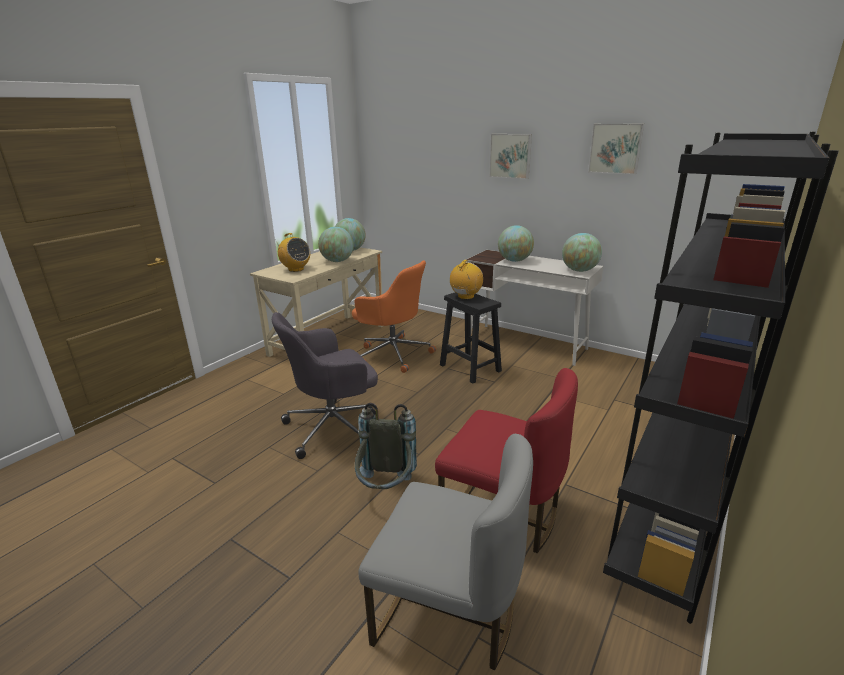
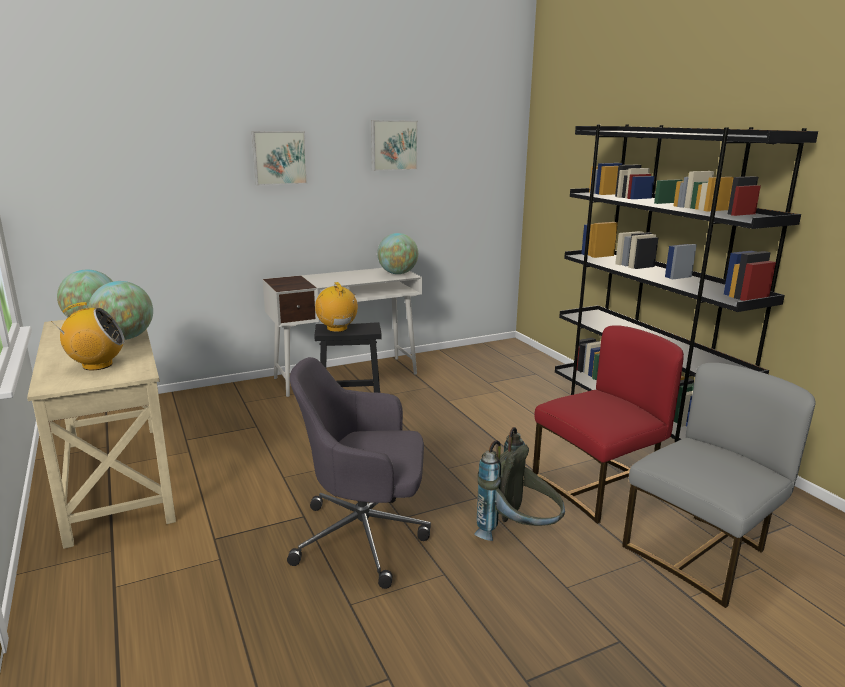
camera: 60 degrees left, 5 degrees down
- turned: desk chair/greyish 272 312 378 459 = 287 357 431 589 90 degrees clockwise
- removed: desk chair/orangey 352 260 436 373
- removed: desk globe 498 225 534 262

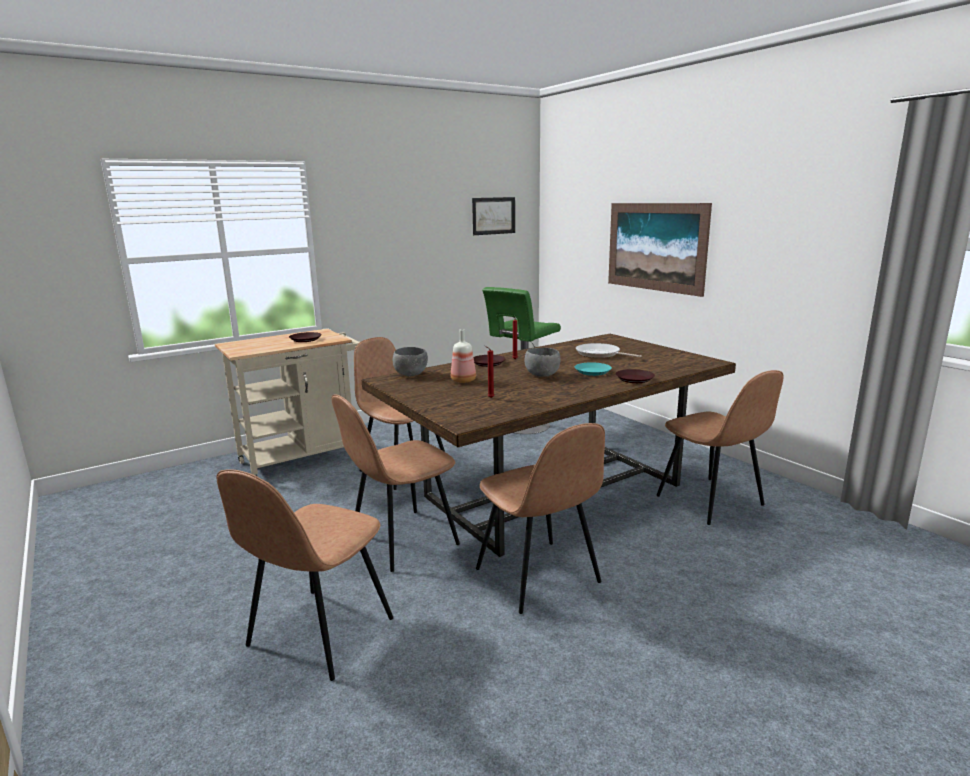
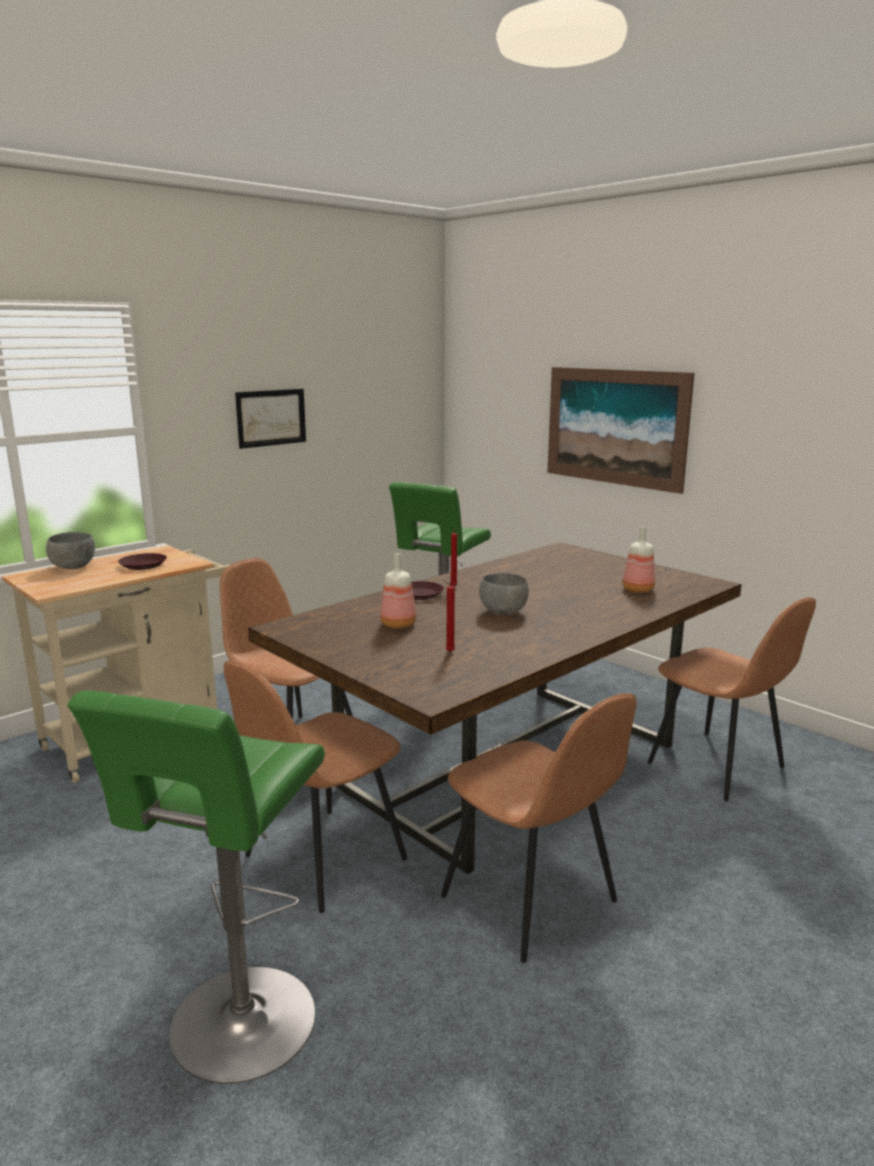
camera: 10 degrees left, 0 degrees up
- moved: serving bowl/greyish 393 347 428 376 to 46 532 95 569
- replaced: upright chair/brownish 216 469 393 681 to stool/green-coloured 67 690 325 1084
- moved: wall picture 472 197 515 235 to 235 389 306 449
- added: drink bottle 622 526 655 593
- removed: dinner plate/blue-green 575 362 612 376
- removed: skillet 576 343 642 358
- removed: dinner plate/brownish 615 369 655 383

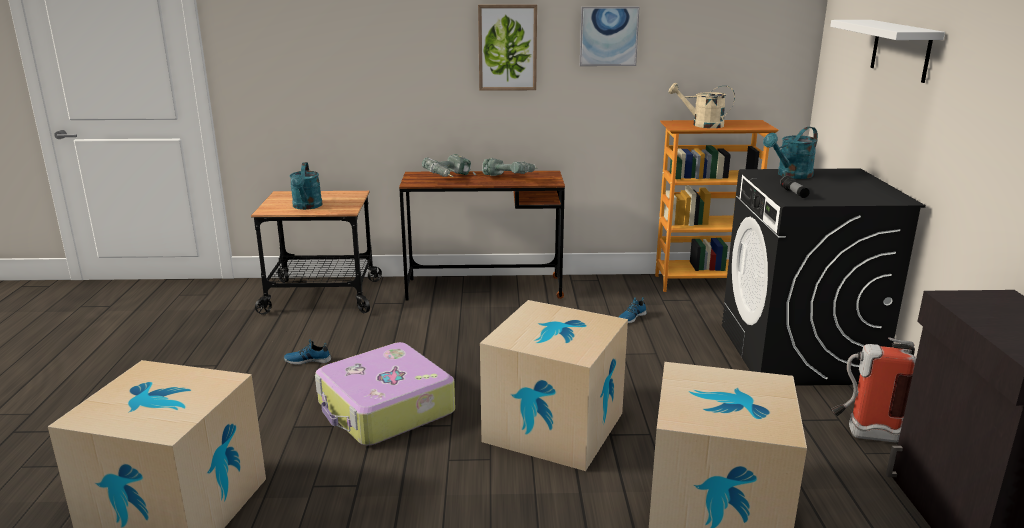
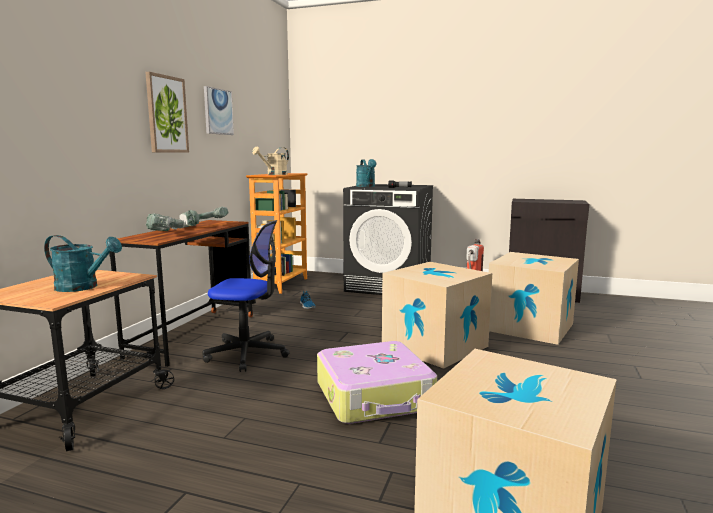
camera: 70 degrees left, 10 degrees down
- added: desk chair 203 220 290 372
- removed: low shoe 284 339 331 365
- removed: shelf/white 830 20 945 83

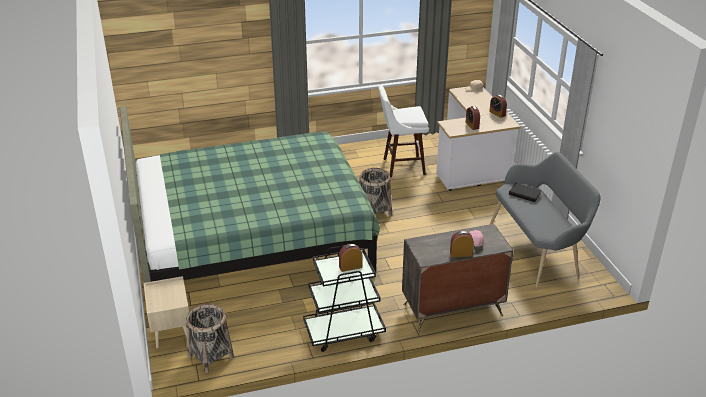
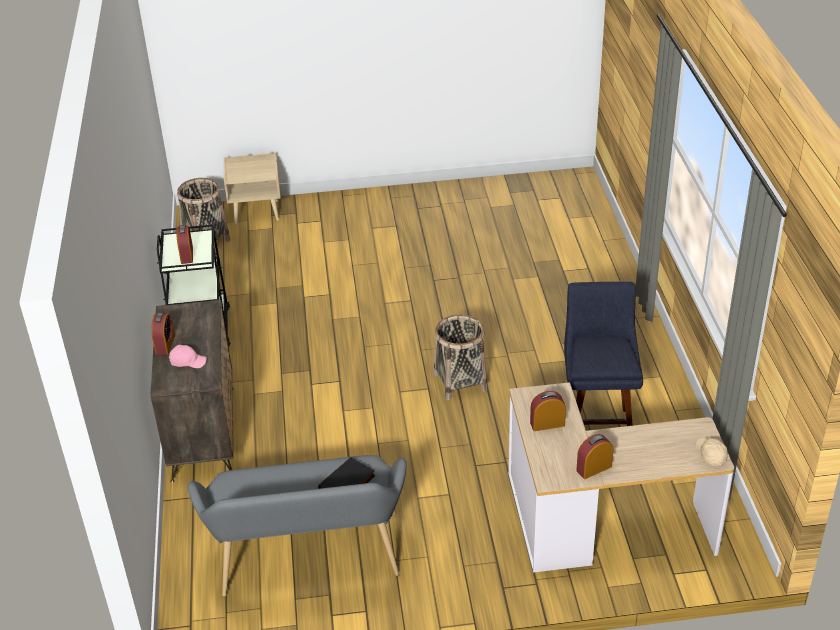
camera: 100 degrees right, 5 degrees up
- recoloured: stool/white 378 85 429 177 to stool/blue 564 282 643 426
- removed: bed/green-coloured 120 106 380 283

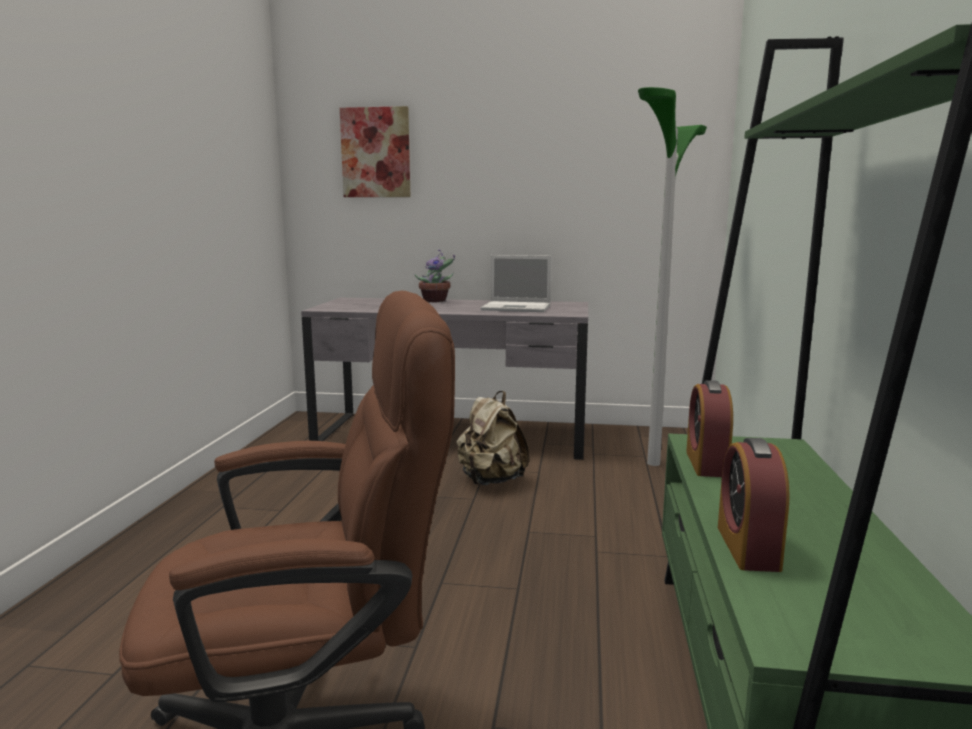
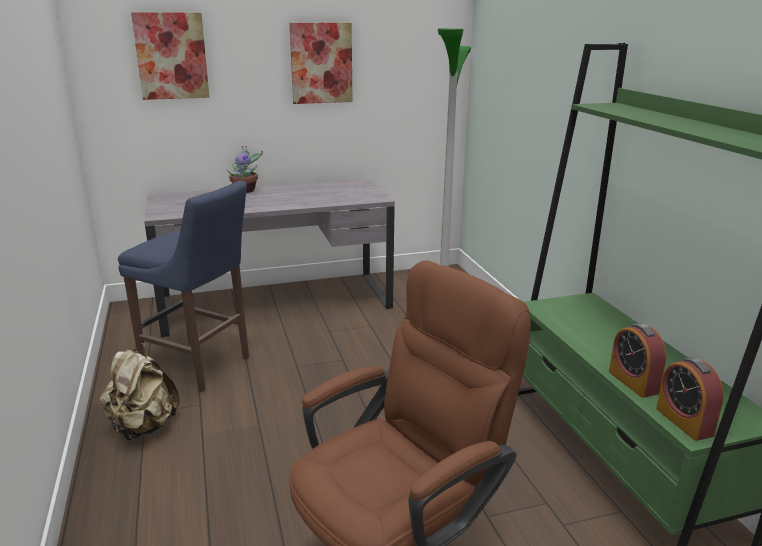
camera: 25 degrees left, 10 degrees up
- moved: backpack/beige 456 391 529 485 to 100 343 180 440
- added: stool/blue 118 181 249 392
- added: wall picture 289 23 353 104
- moved: bedside clock 686 380 733 477 to 656 357 724 441
- removed: notebook computer 481 255 552 312

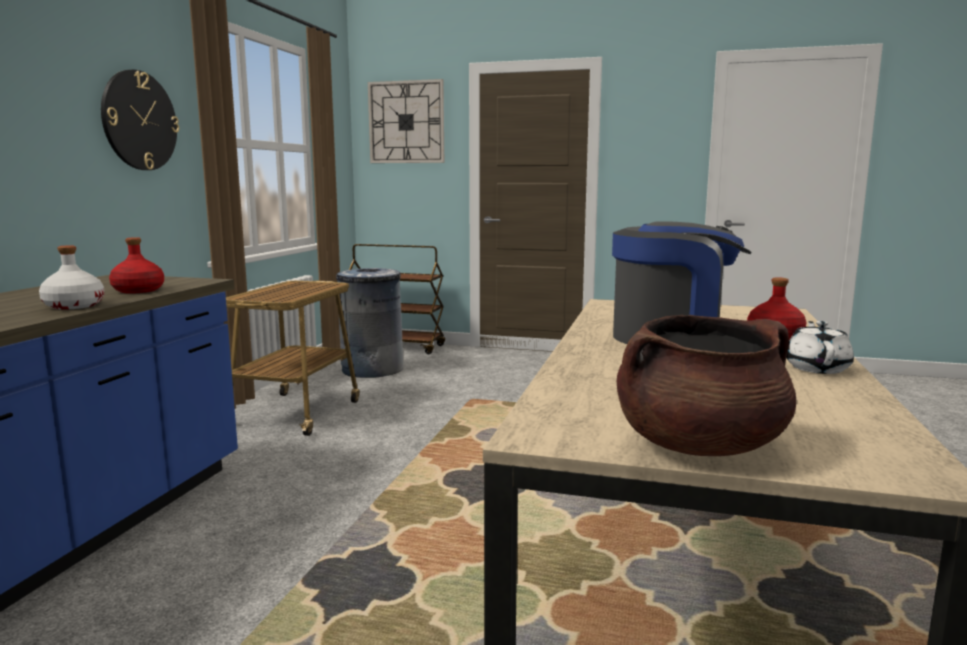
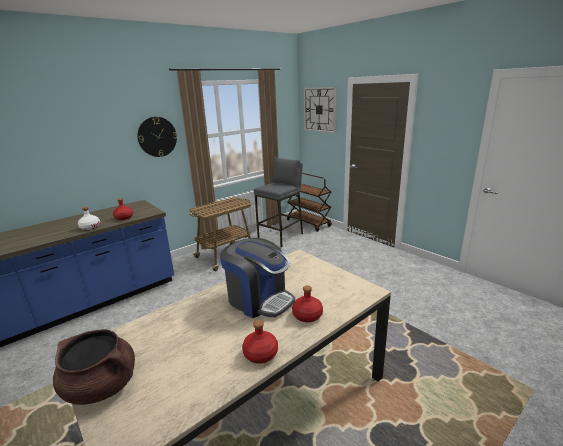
camera: 35 degrees right, 10 degrees up
- replaced: tea pot/white 786 321 854 374 to drink bottle/red 242 320 278 364
- replaced: rubbish bin/greyish 336 268 404 378 to stool/greyish 254 157 303 247

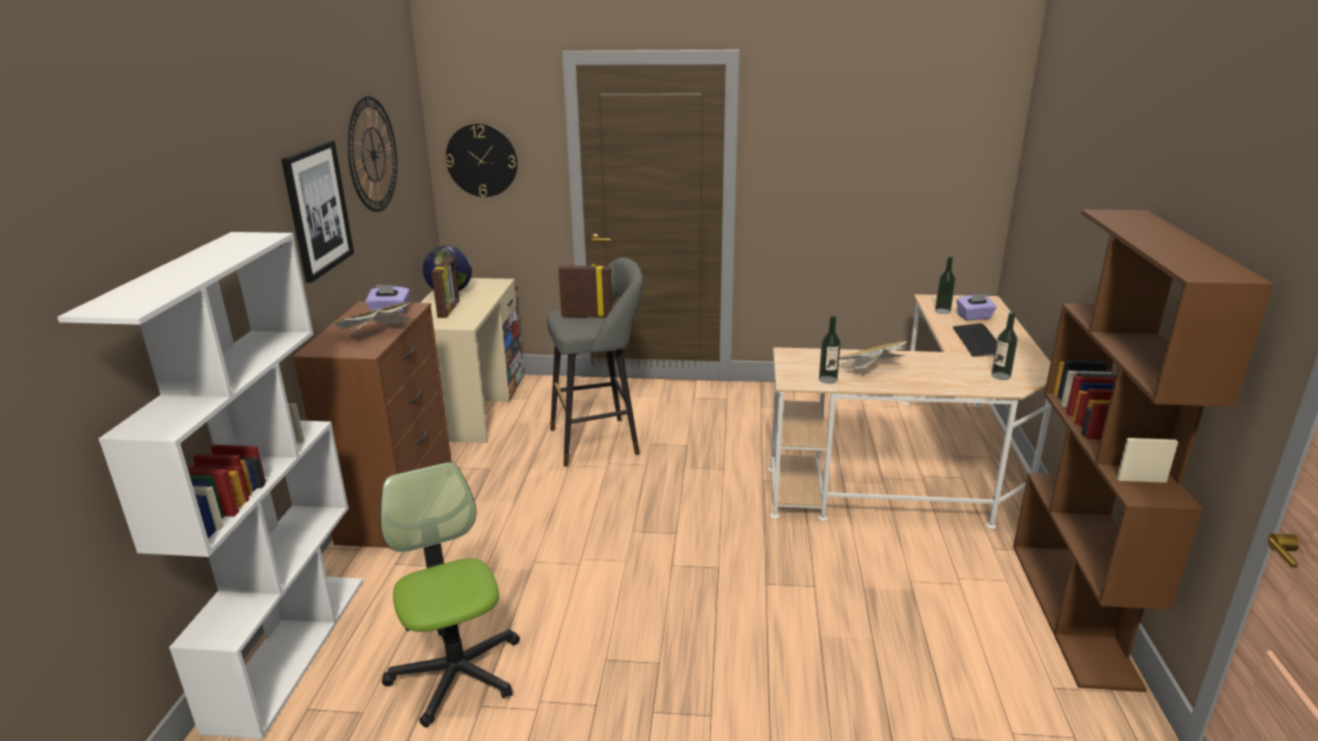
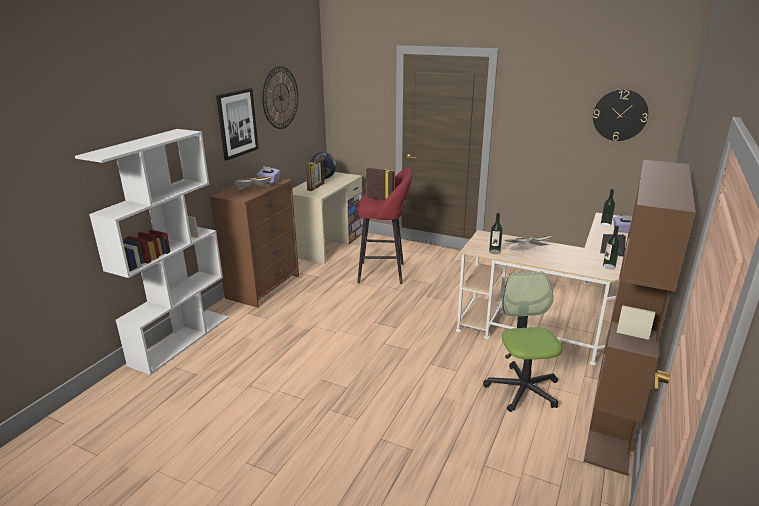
camera: 20 degrees right, 0 degrees up
- recoloured: stool/greyish 547 258 643 467 to stool/red 357 168 412 284
- moved: desk chair 380 462 520 728 to 483 272 562 412
- moved: hanging clock 446 123 518 197 to 593 89 648 141

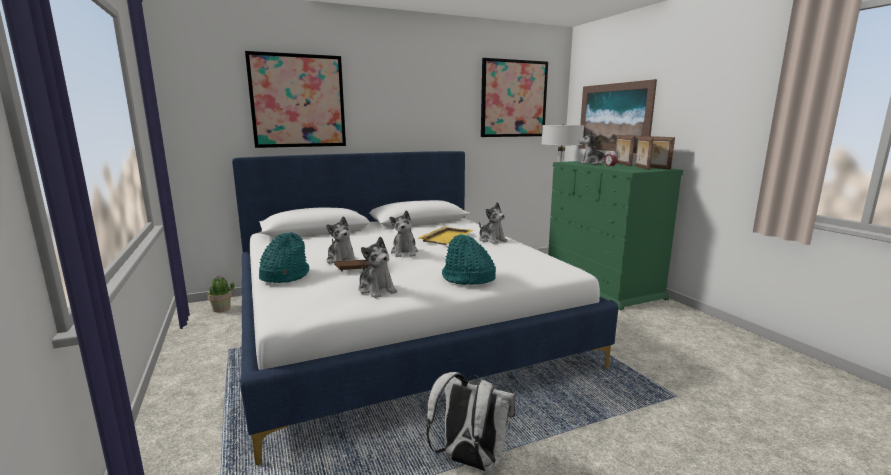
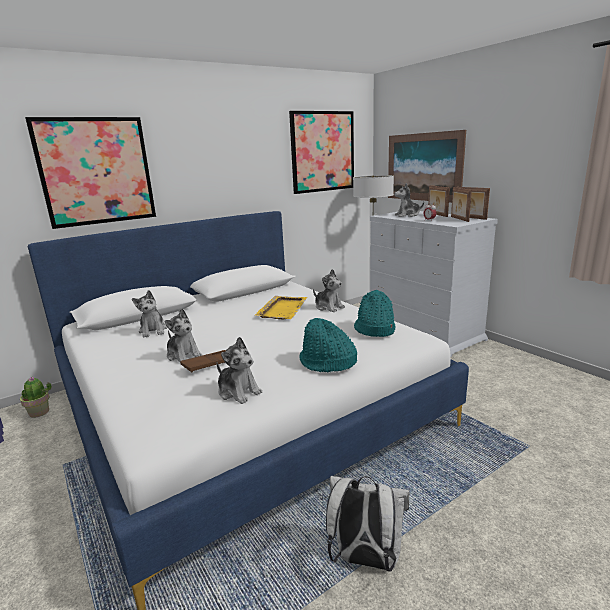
camera: 10 degrees left, 5 degrees up
- moved: cuddly toy 390 210 418 257 to 132 290 167 337
- moved: wearable hat/blue-green 259 232 309 283 to 354 290 396 337
- recoloured: dresser/green-coloured 548 161 683 310 to dresser/white 370 211 498 357

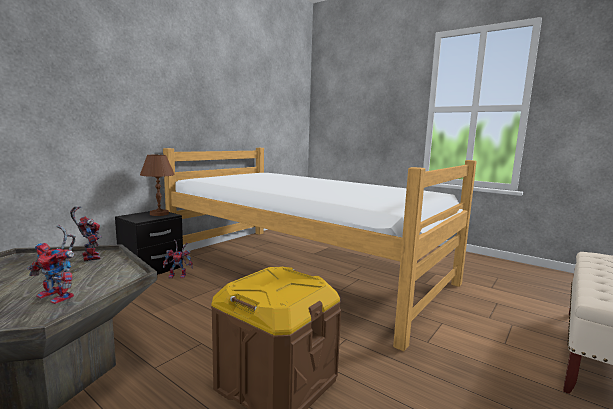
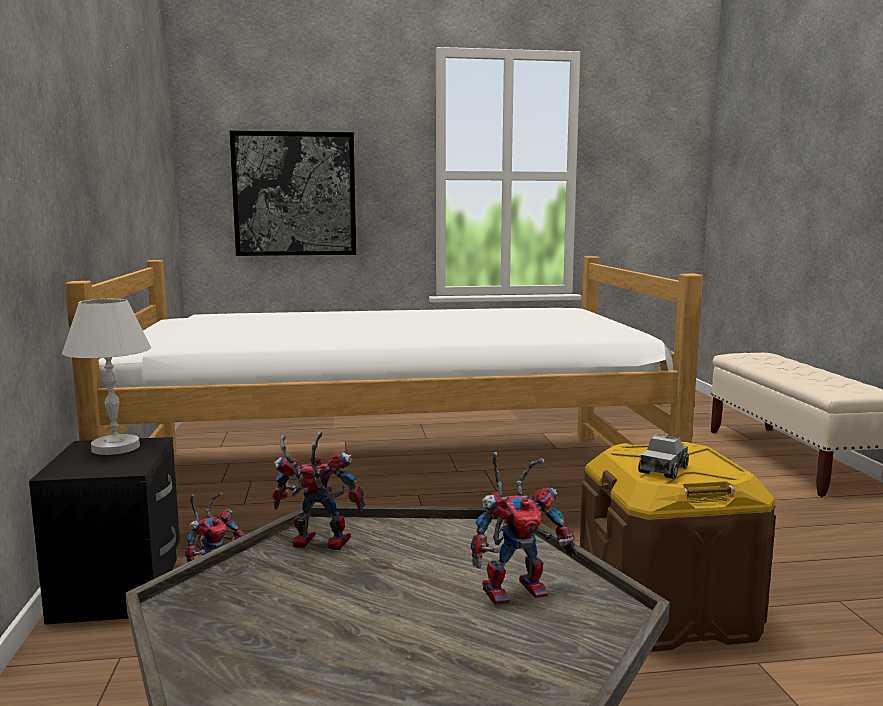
camera: 45 degrees left, 0 degrees up
- recoloured: lamp for a table/brownish 140 155 175 216 to lamp for a table/white 62 299 151 455
- added: wall picture 230 131 356 256
- added: toy truck 638 434 689 479

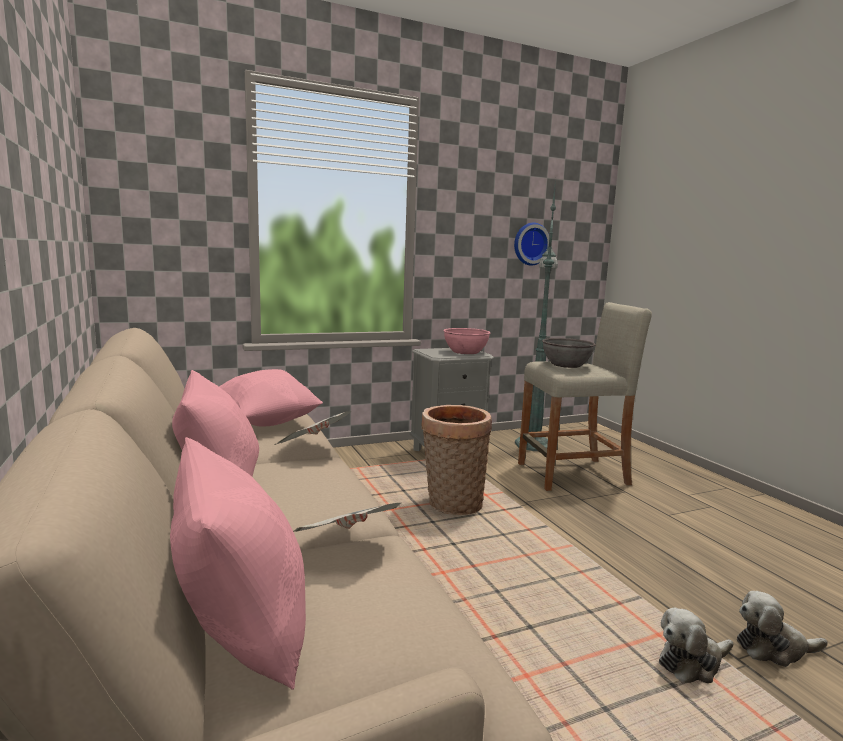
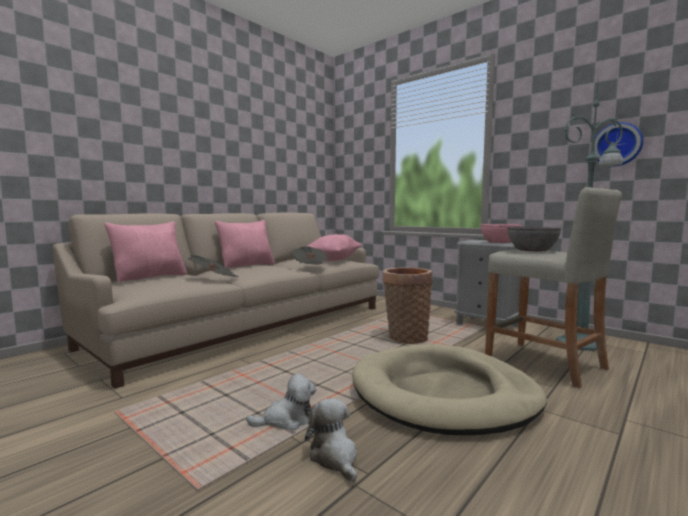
camera: 65 degrees right, 5 degrees down
- turned: cuddly toy 659 607 733 683 = 246 374 317 430 120 degrees clockwise
- added: dog cushion/beige 352 344 547 435

